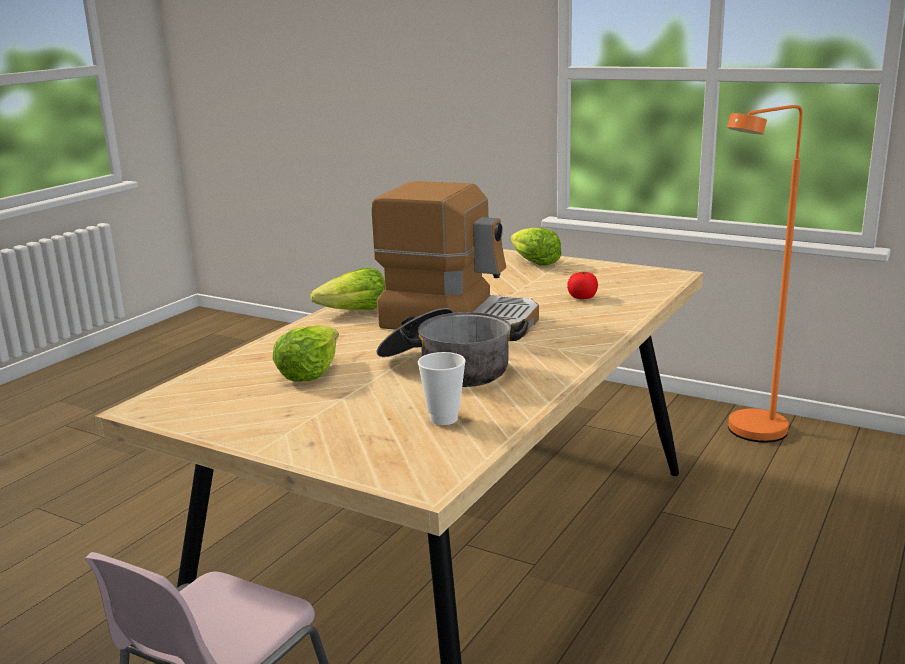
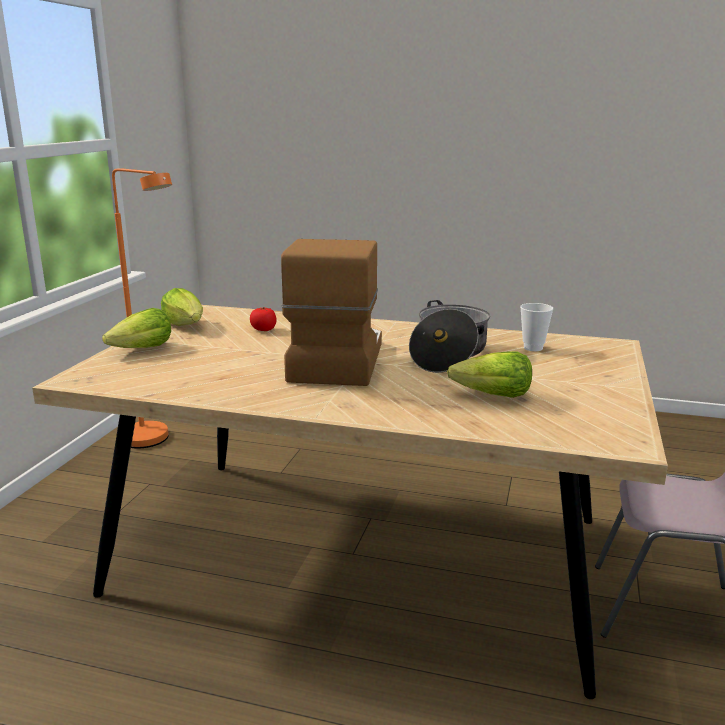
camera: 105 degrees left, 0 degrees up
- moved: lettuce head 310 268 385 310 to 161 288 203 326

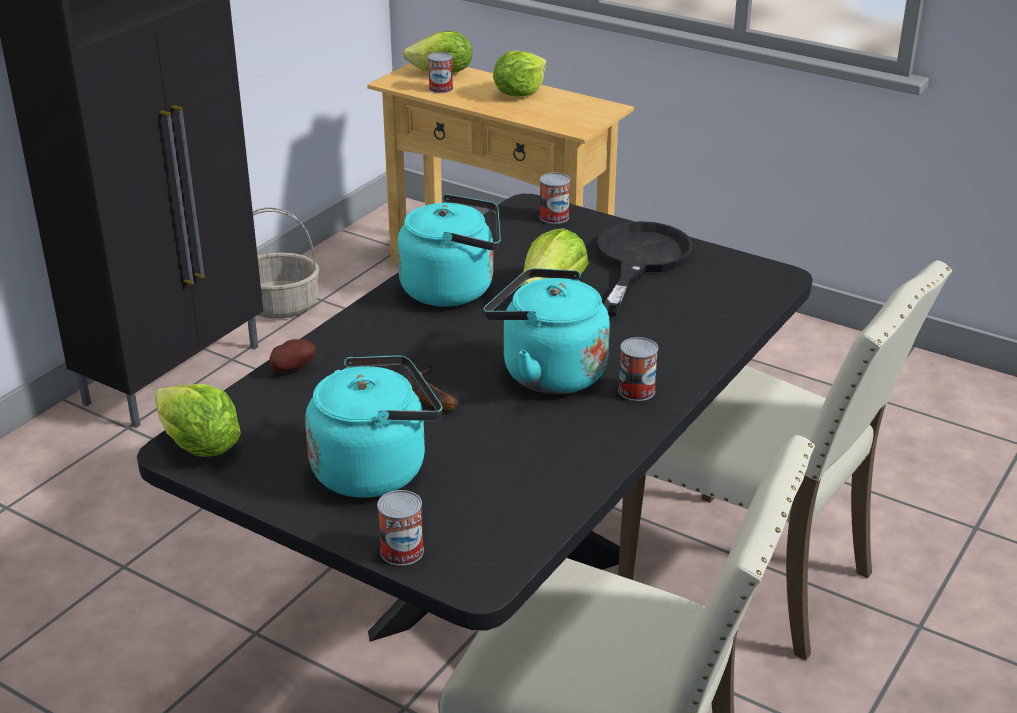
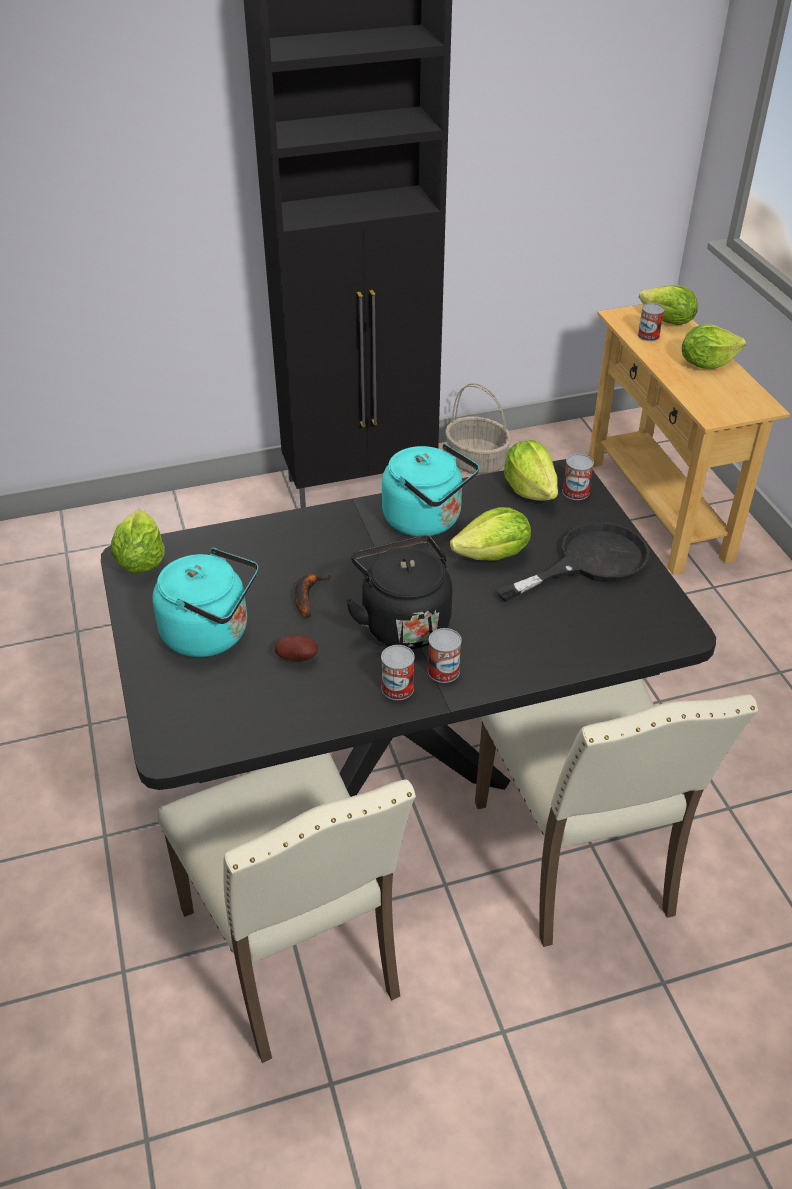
camera: 40 degrees right, 10 degrees up
- moved: spud 270 339 316 372 to 275 635 318 661
- recoloured: tea kettle/blue-green 483 268 610 394 to tea kettle/black-coloured 345 535 452 649
- moved: sealed can 377 490 424 566 to 381 645 415 700
- added: lettuce head 504 440 558 501

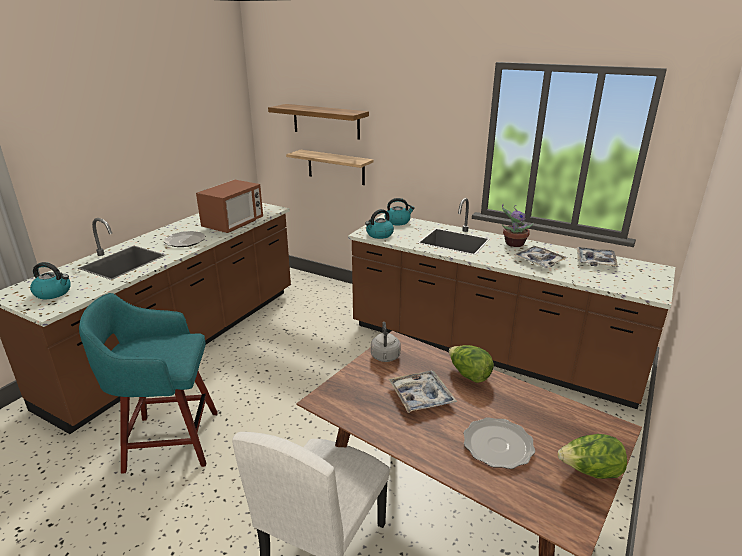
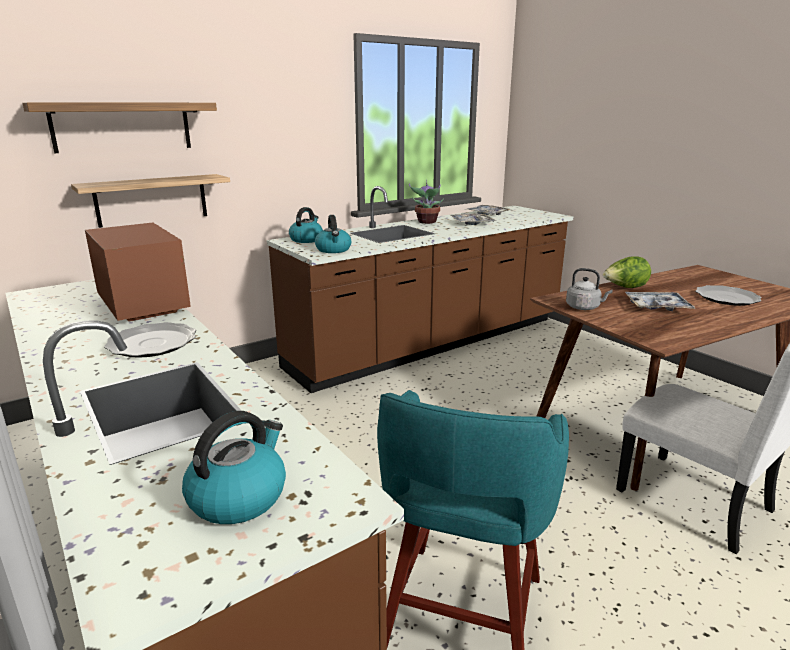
camera: 65 degrees left, 5 degrees down
- removed: lettuce head 558 434 627 479

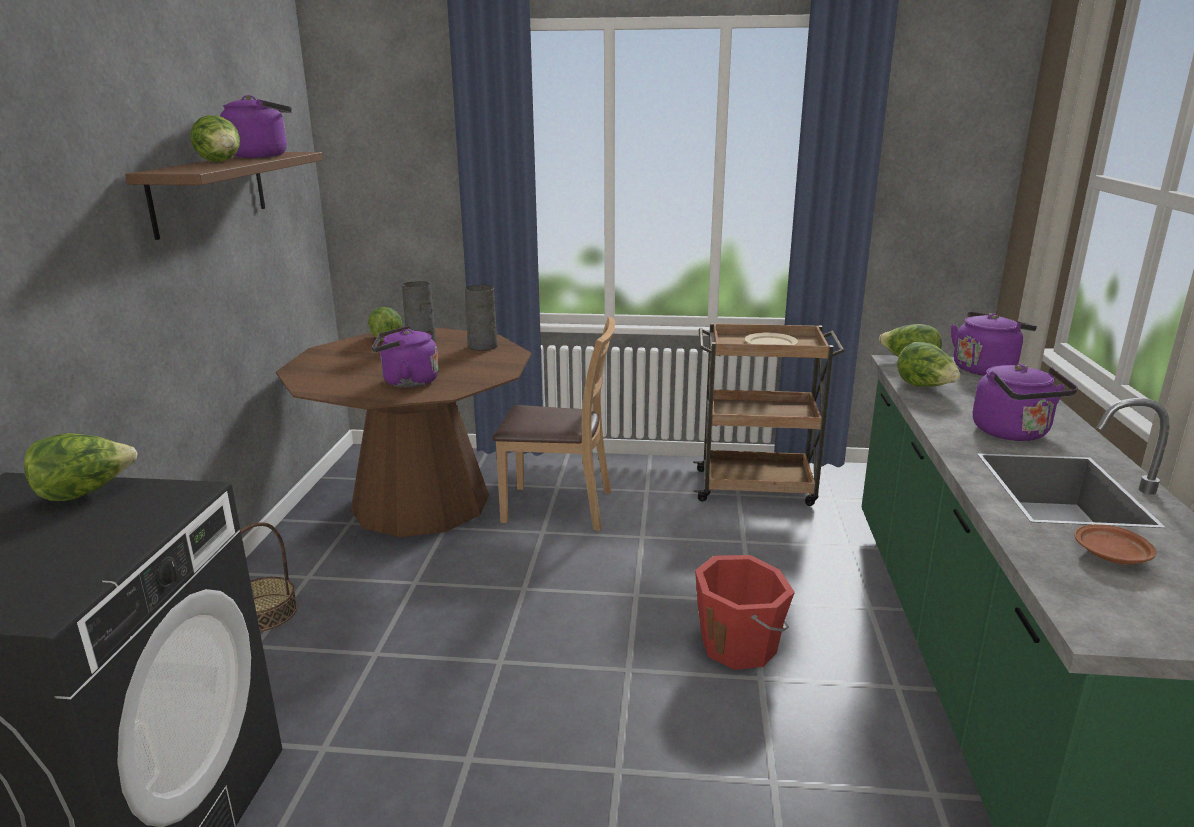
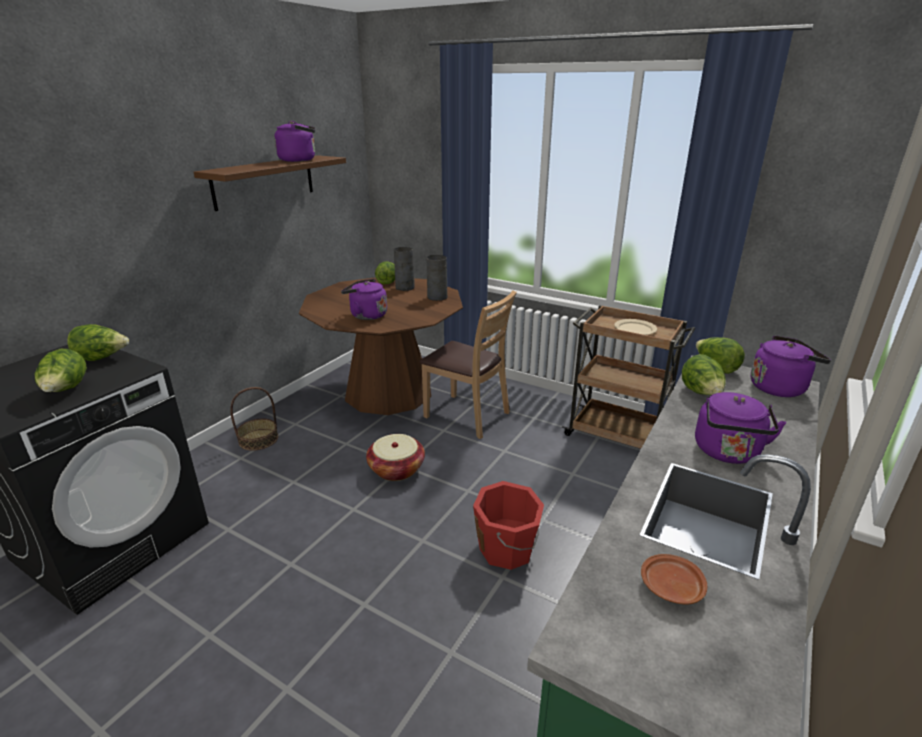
camera: 25 degrees right, 5 degrees up
- moved: lettuce head 191 115 240 162 to 35 349 87 392
- added: storage basket 366 434 425 481

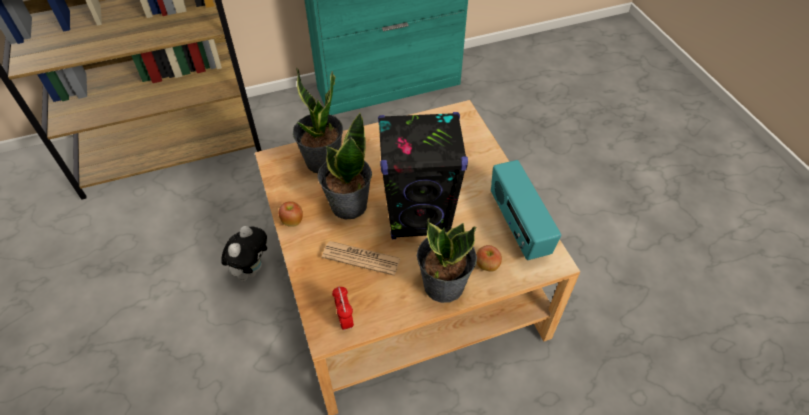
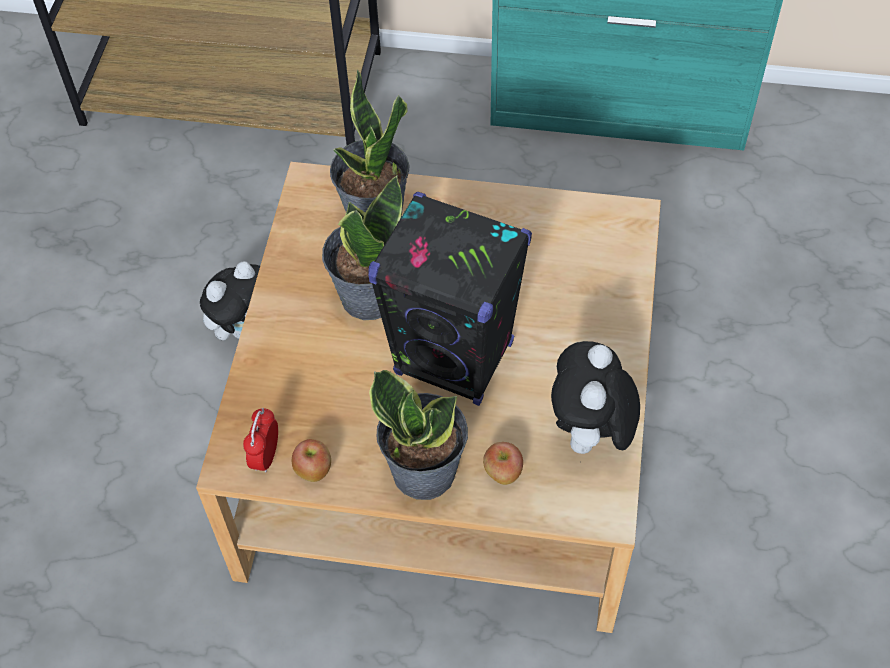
camera: 30 degrees right, 5 degrees up
- moved: apple fruit 279 201 303 227 to 292 439 331 482
- replaced: radio receiver 491 160 561 260 to cuddly toy 551 341 640 461
- removed: daily paper 322 241 401 276

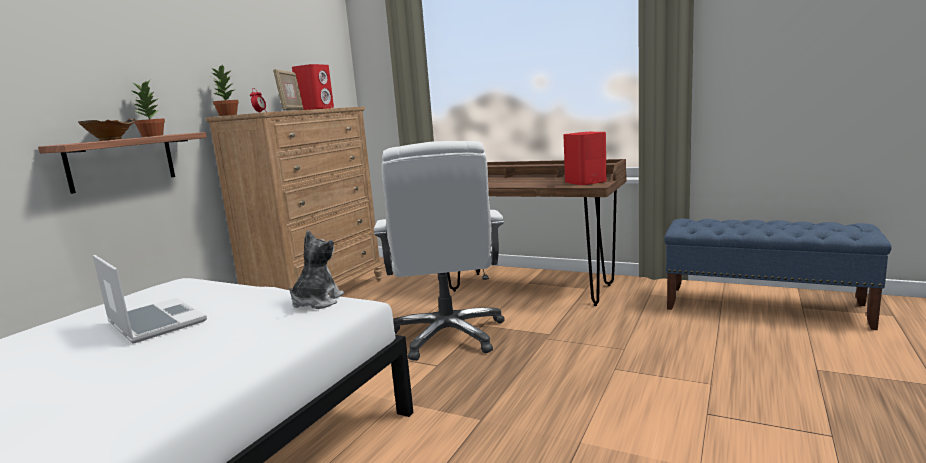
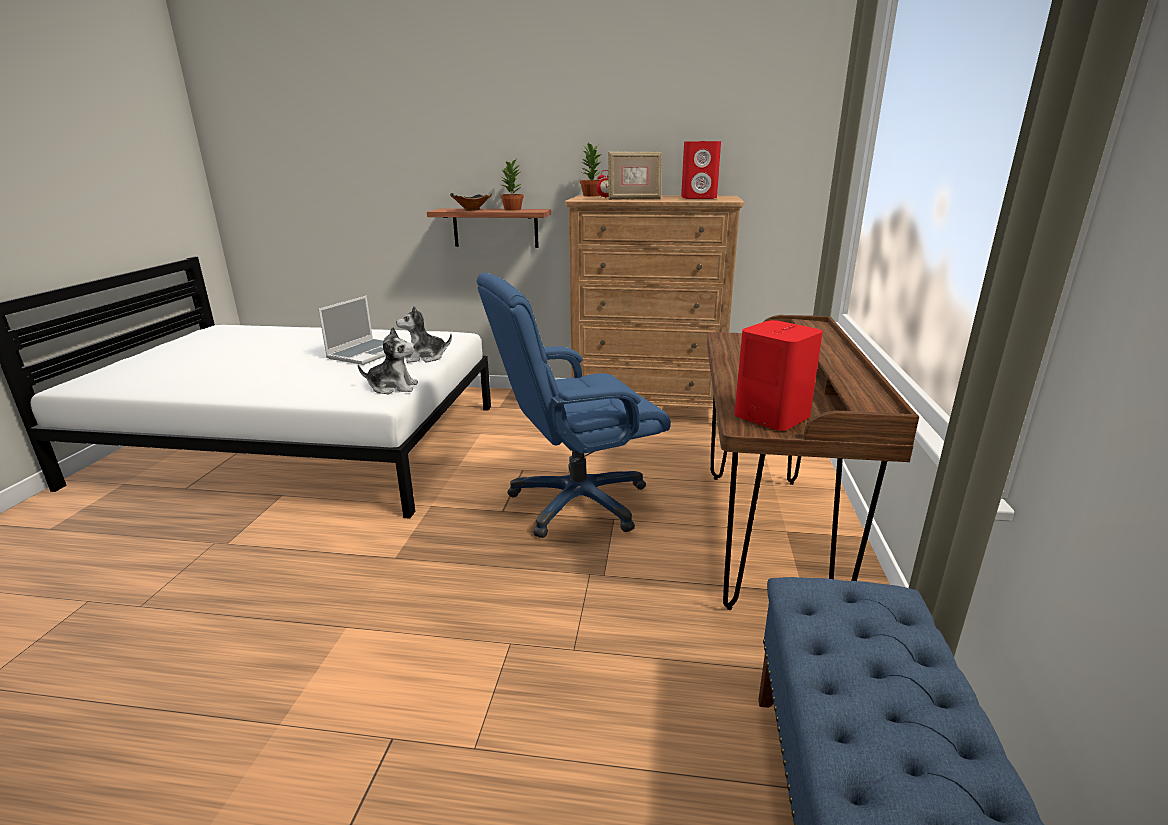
camera: 70 degrees right, 10 degrees up
- added: cuddly toy 396 306 452 363
- recoloured: desk chair/white 374 141 505 361 to desk chair/blue 477 273 671 538

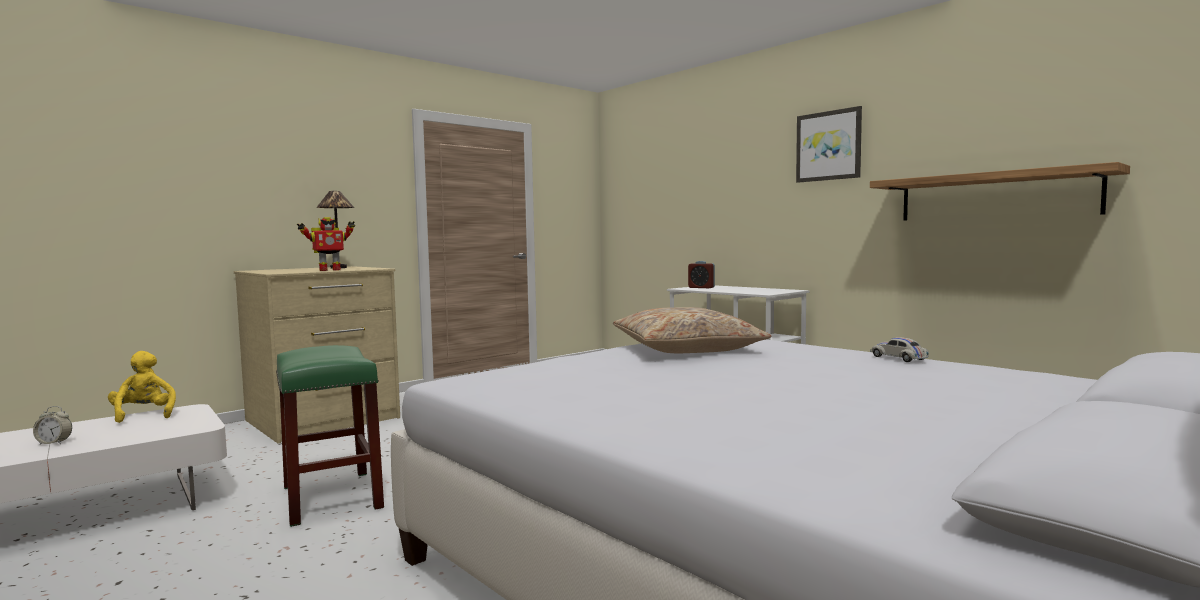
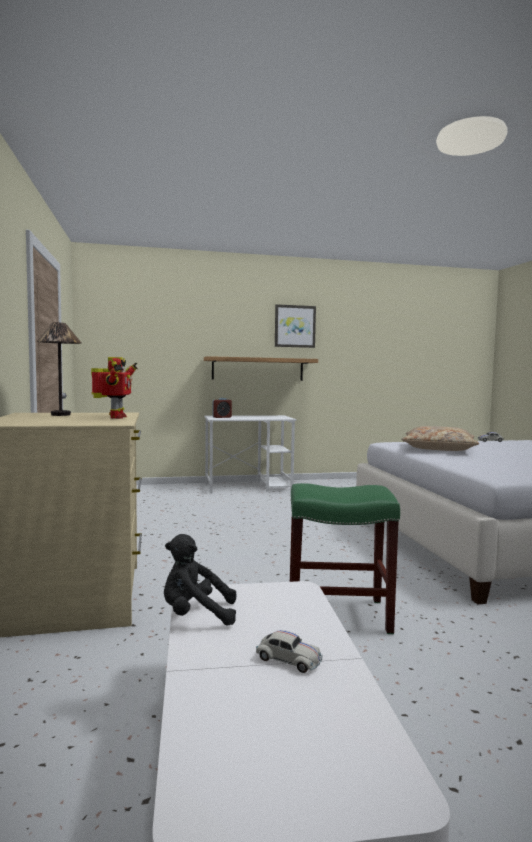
camera: 60 degrees left, 0 degrees up
- recoloured: cuddly toy/yellow 108 351 176 423 to cuddly toy/black-coloured 164 534 236 626
- moved: shelf 870 162 1130 221 to 204 356 318 381
- replaced: bedside clock 33 406 72 445 to model car/white 256 630 323 673

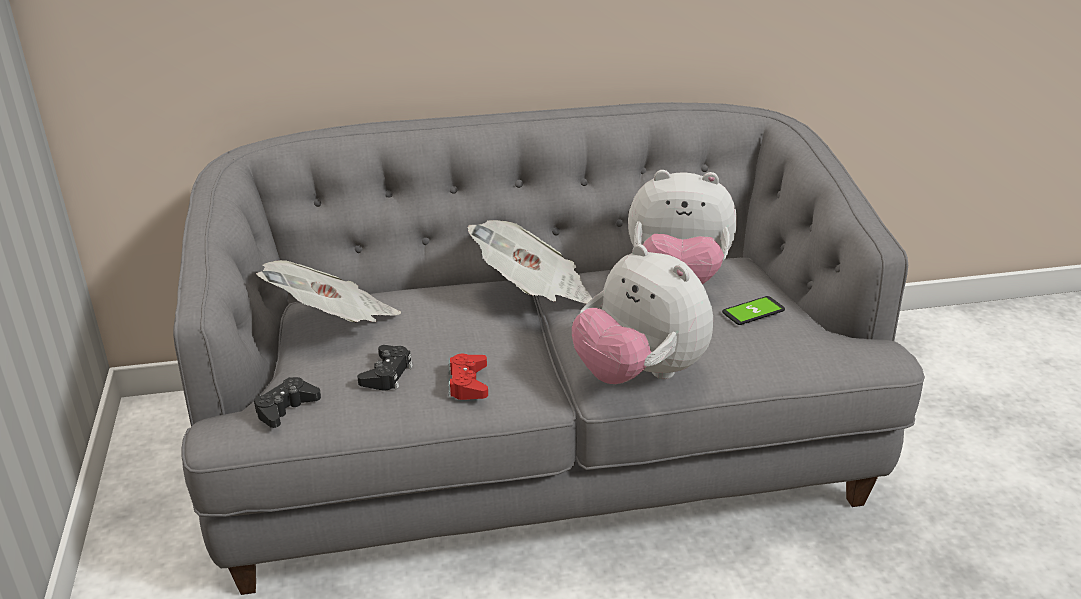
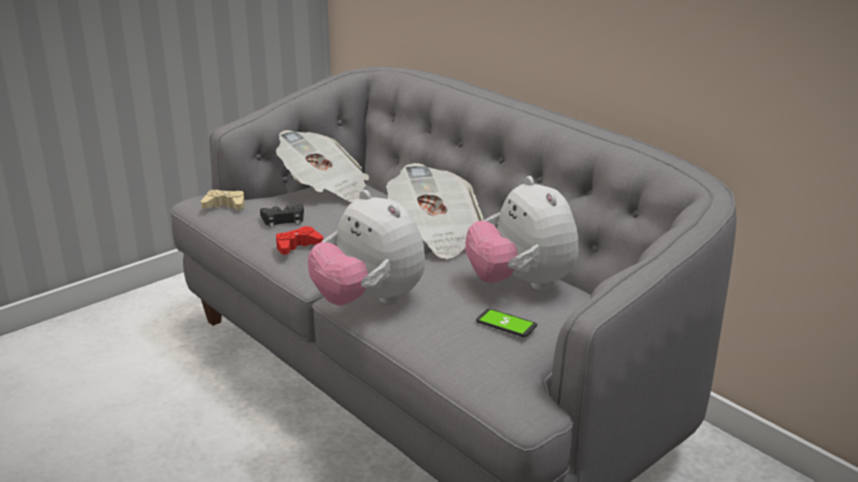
camera: 60 degrees right, 5 degrees down
- recoloured: game controller/black-coloured 254 377 321 428 to game controller/beige 201 190 245 210
- turned: cuddly toy 572 244 713 384 = 308 190 425 305 60 degrees counterclockwise

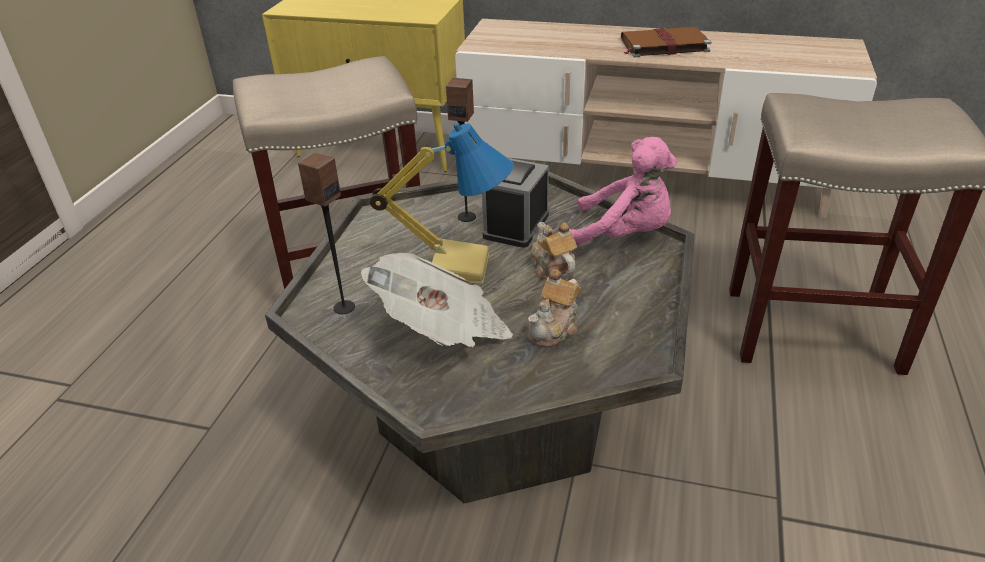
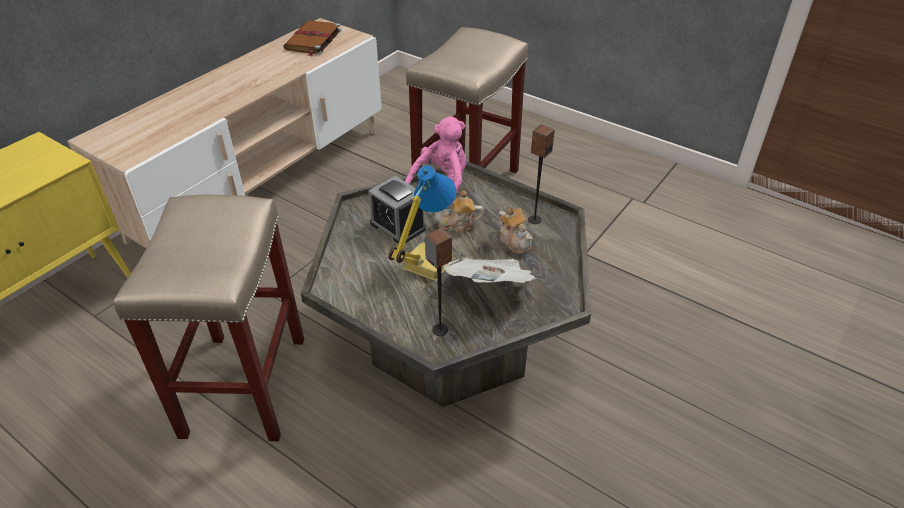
camera: 70 degrees left, 5 degrees up
- moved: book/brownish 621 27 711 57 to 283 20 341 56
- moved: audio speaker 446 78 476 222 to 528 124 555 224

